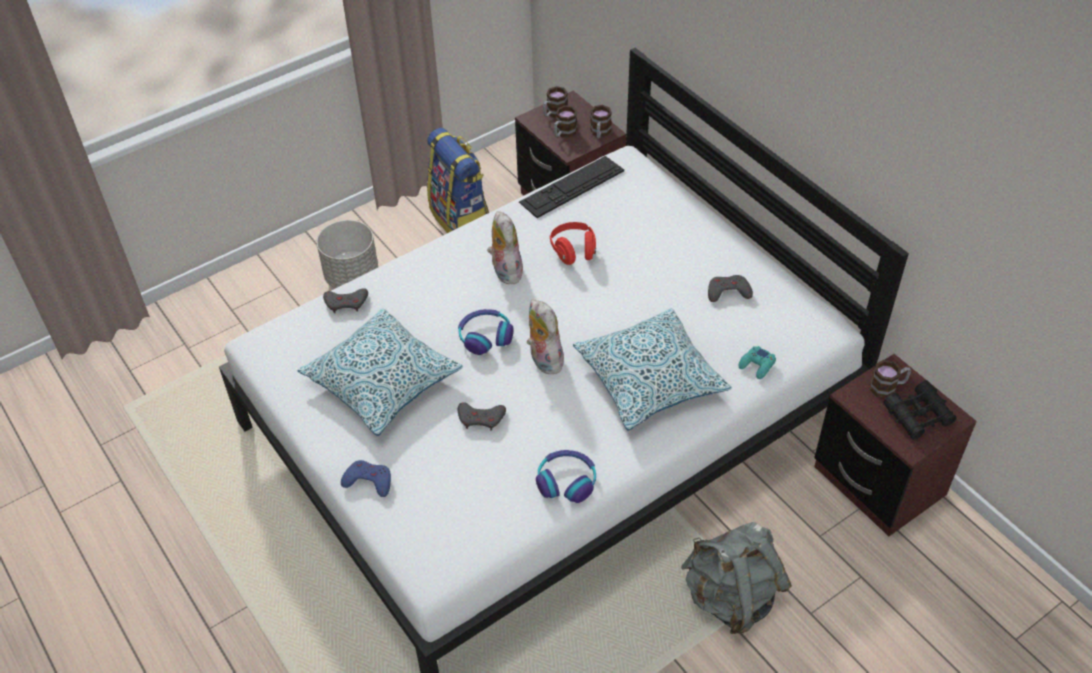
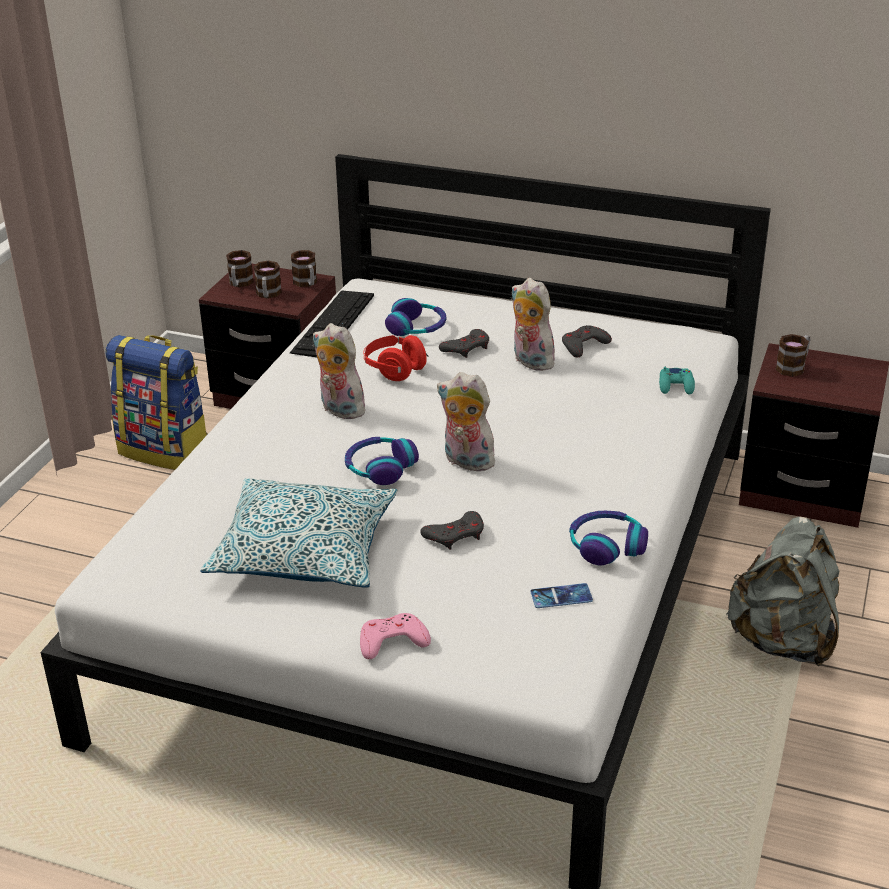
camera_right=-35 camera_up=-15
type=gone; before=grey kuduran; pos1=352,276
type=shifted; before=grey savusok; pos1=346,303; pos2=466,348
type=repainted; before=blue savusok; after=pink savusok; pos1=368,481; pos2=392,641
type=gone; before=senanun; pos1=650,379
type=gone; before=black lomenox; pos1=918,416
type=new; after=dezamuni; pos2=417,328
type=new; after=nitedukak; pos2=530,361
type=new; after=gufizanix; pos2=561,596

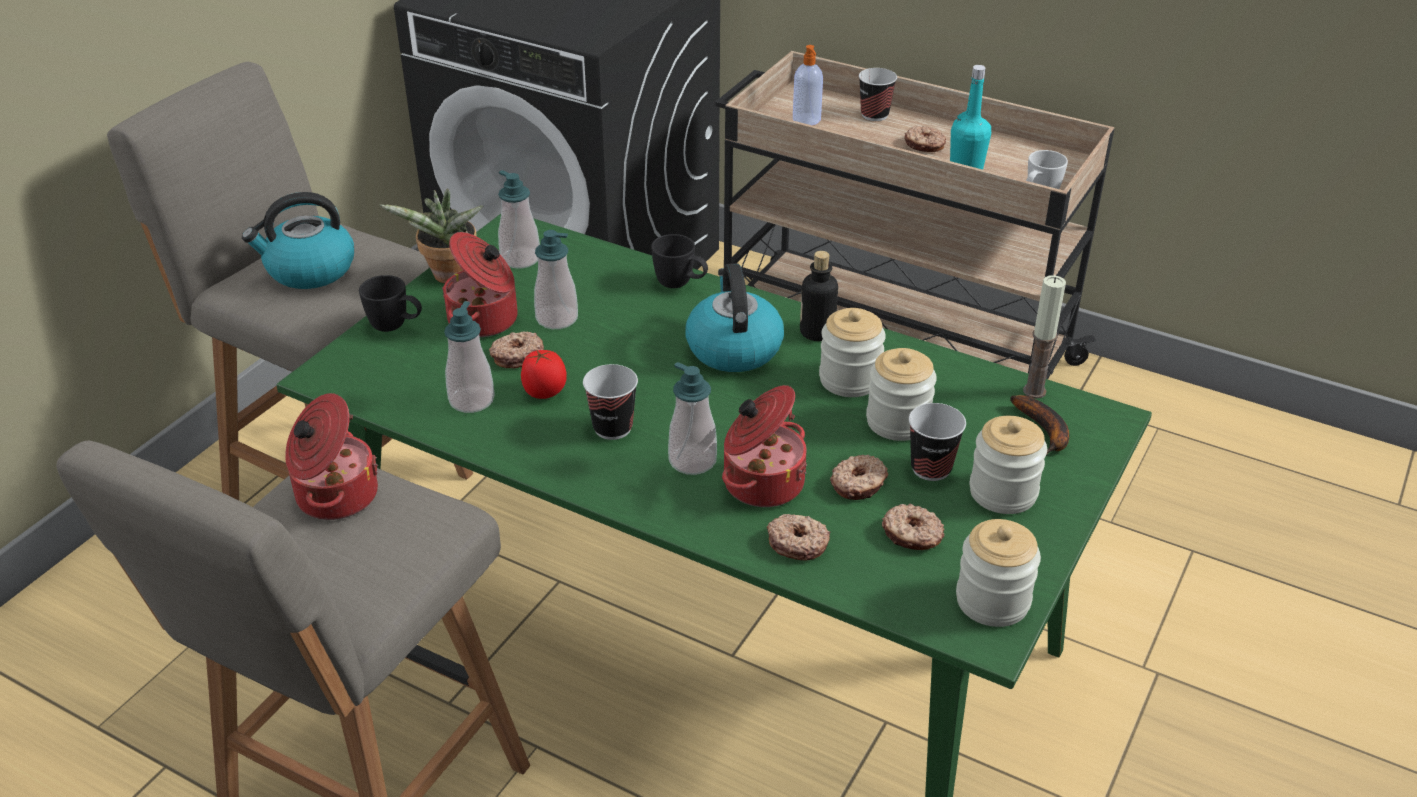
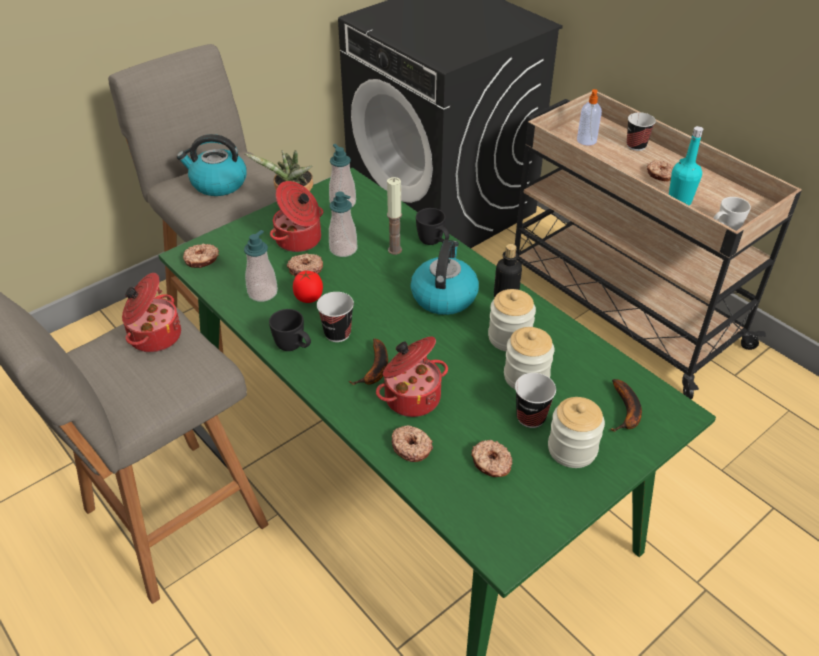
camera_right=20 camera_up=5
type=shifted; before=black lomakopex; pos1=396,327; pos2=294,348
type=swapped; before=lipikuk; after=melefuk; pos1=692,461; pos2=375,369
type=shifted; before=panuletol; pos1=859,484; pos2=202,260
type=gone; before=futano; pos1=992,601
type=shifted; before=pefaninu; pos1=1034,391; pos2=394,250

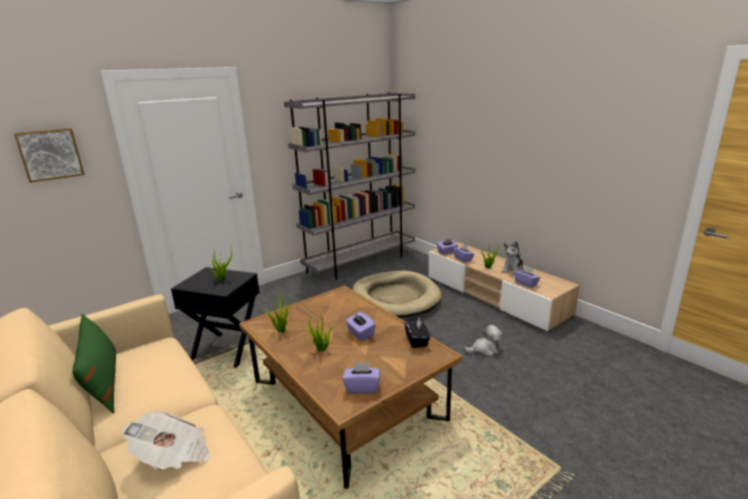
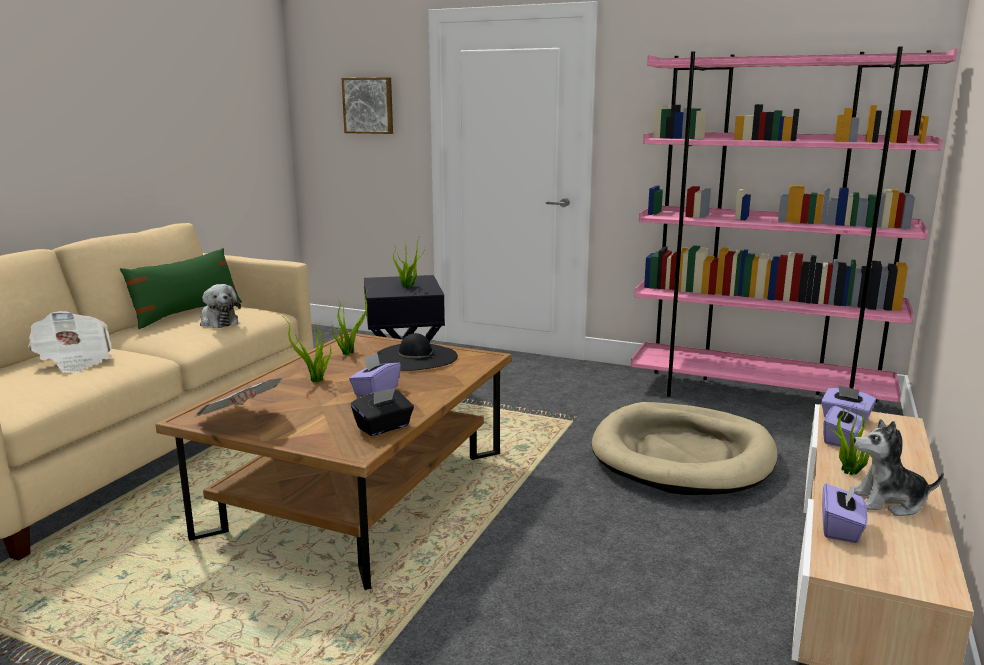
camera_right=60 camera_up=-5
type=repainted; before=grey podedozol; after=pink podedozol; pos1=361,262; pos2=757,397
type=swapped; before=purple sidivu; after=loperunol; pos1=362,387; pos2=240,419
type=shifted; before=nitedukak; pos1=484,349; pos2=218,322
type=new; after=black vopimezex; pos2=415,357

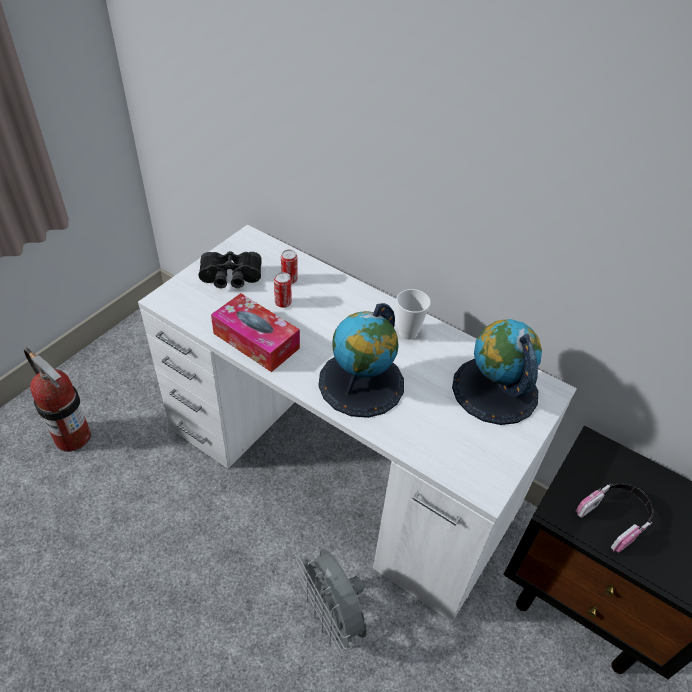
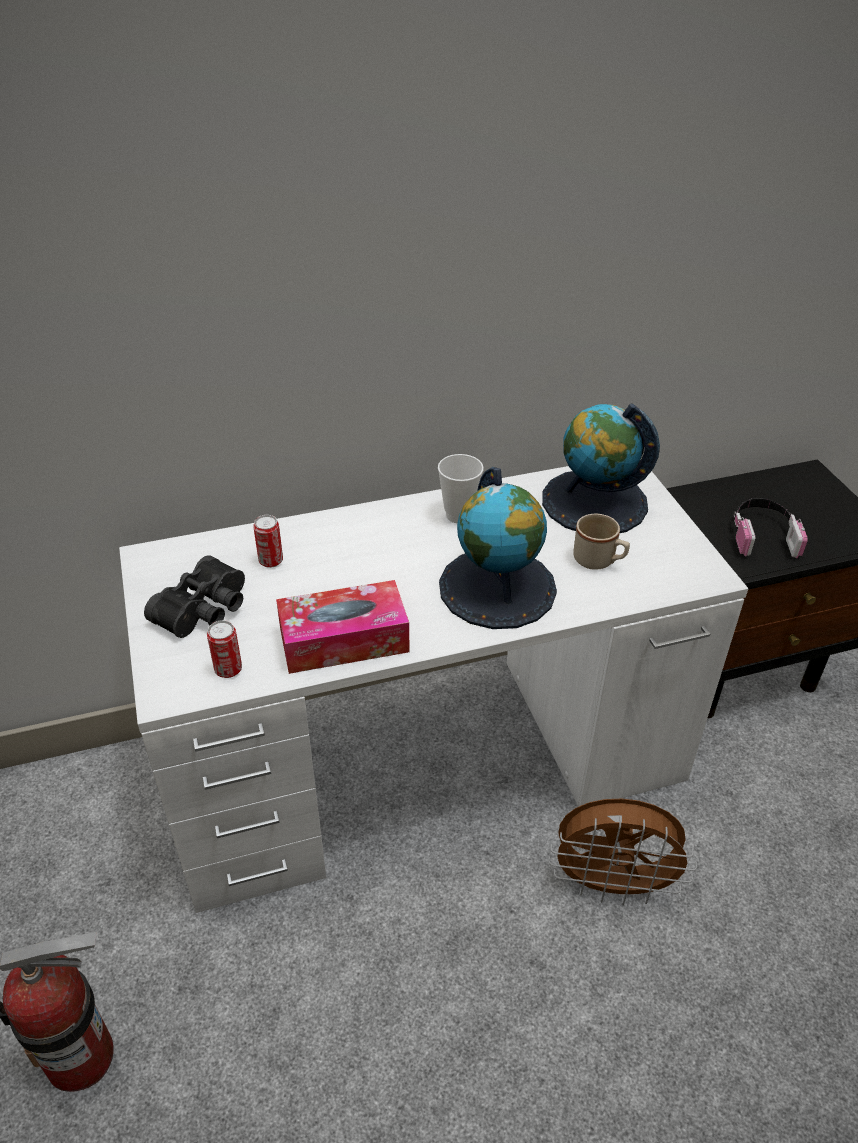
camera_right=-50 camera_up=-5
type=shifted; before=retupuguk; pos1=283,303; pos2=228,669
type=repainted; before=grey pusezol; after=brown pusezol; pos1=332,618; pos2=612,885
type=new; after=beige lomakopex; pos2=599,561

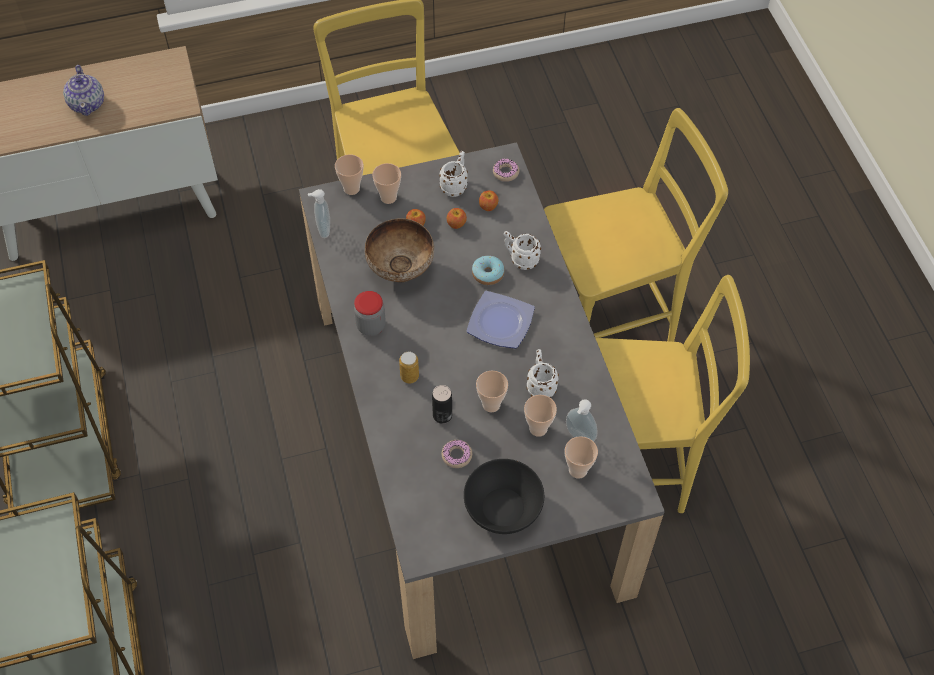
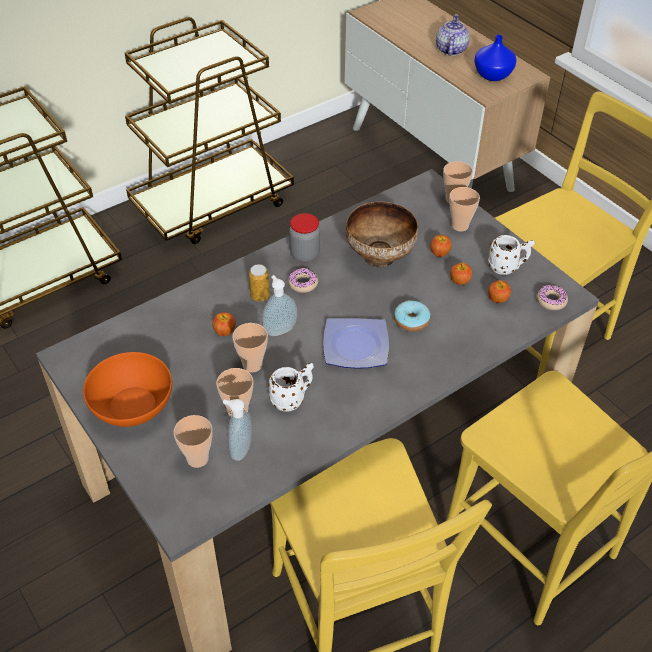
camera_right=70 camera_up=-10
type=rotated; before=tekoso; pos1=87,103; pos2=450,50; turn=135
type=shifted; before=lipikuk; pos1=322,230; pos2=279,329
type=swapped; before=retupuguk; after=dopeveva; pos1=442,415; pos2=225,331
type=shifted; before=panuletol; pos1=456,455; pos2=303,283
type=repainted; before=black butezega; after=orange butezega; pos1=503,507; pos2=133,405
type=gone; before=white lomakopex; pos1=520,259
type=new; after=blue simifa; pos2=493,75

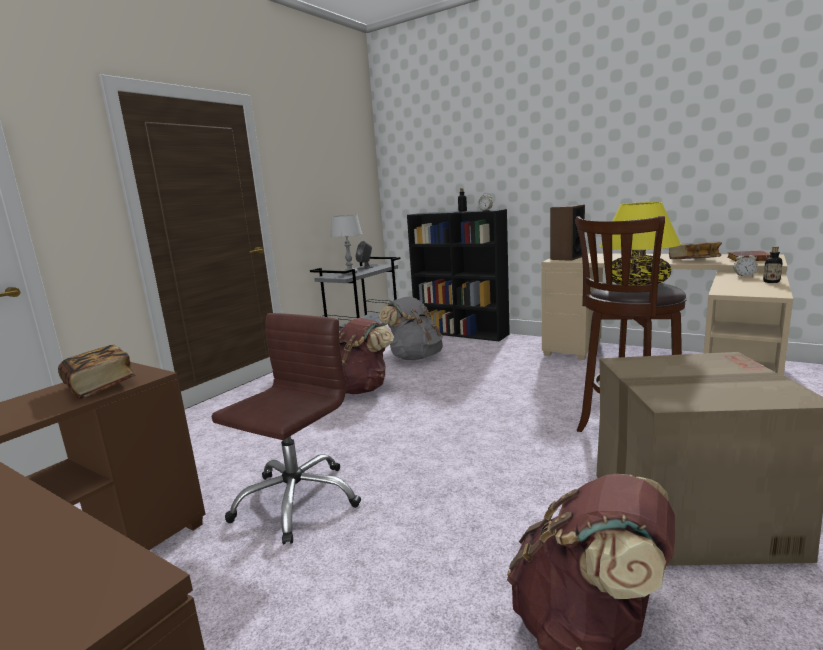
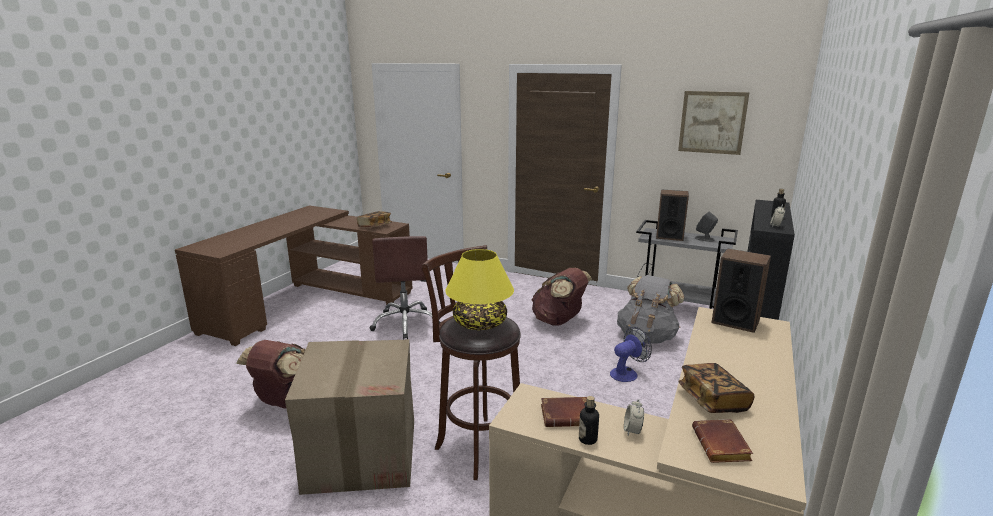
camera_right=80 camera_up=5
type=rotated; before=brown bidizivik; pos1=296,500; pos2=405,323; turn=60
type=swapped; before=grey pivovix; after=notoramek; pos1=350,273; pos2=669,236
type=new; after=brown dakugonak; pos2=567,415
type=new; after=pusezol; pos2=627,373
type=new; after=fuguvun; pos2=712,122

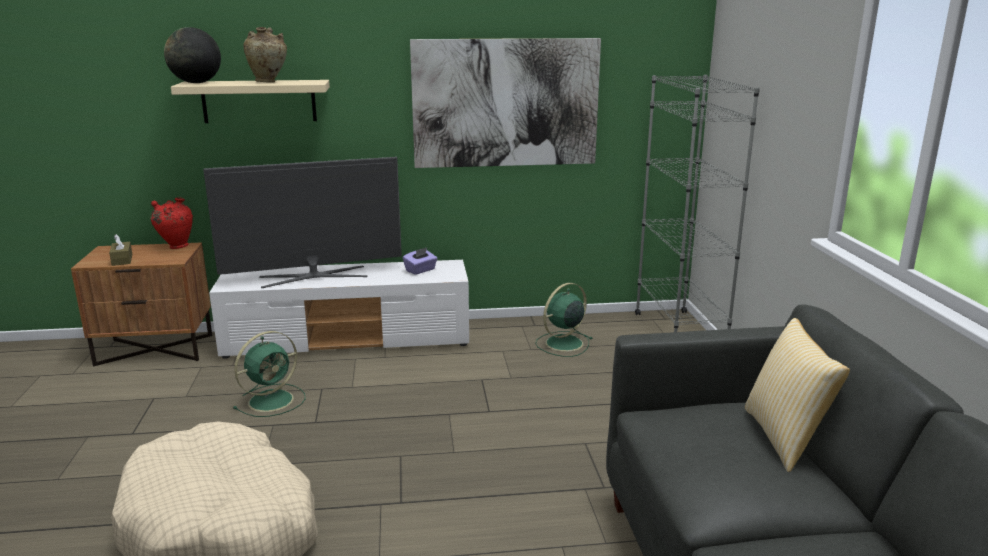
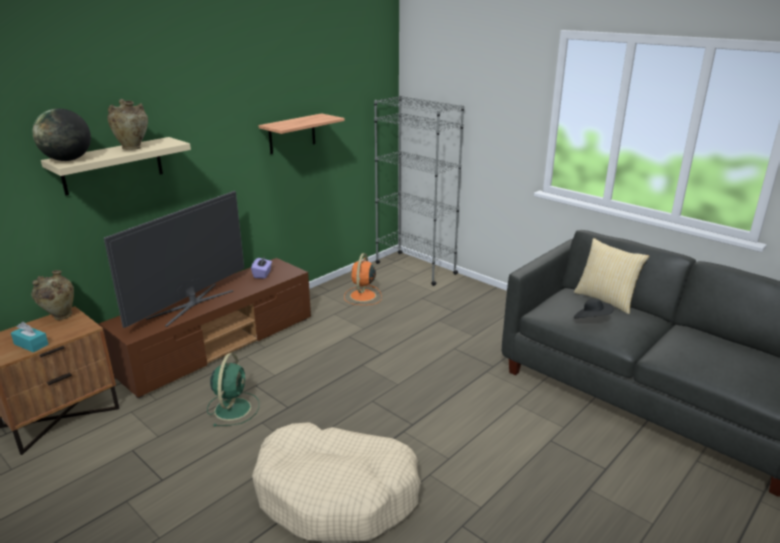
camera_right=-40 camera_up=5
type=repainted; before=brown sidivu; after=turquoise sidivu; pos1=122,260; pos2=31,344
type=repainted; before=red simifa; after=beige simifa; pos1=176,247; pos2=59,317
type=repainted; before=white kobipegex; after=brown kobipegex; pos1=350,339; pos2=219,345
type=swapped; before=fuguvun; after=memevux; pos1=505,103; pos2=292,134
type=repainted; before=green pusezol; after=orange pusezol; pos1=562,344; pos2=362,296
type=new; after=black vopimezex; pos2=591,320

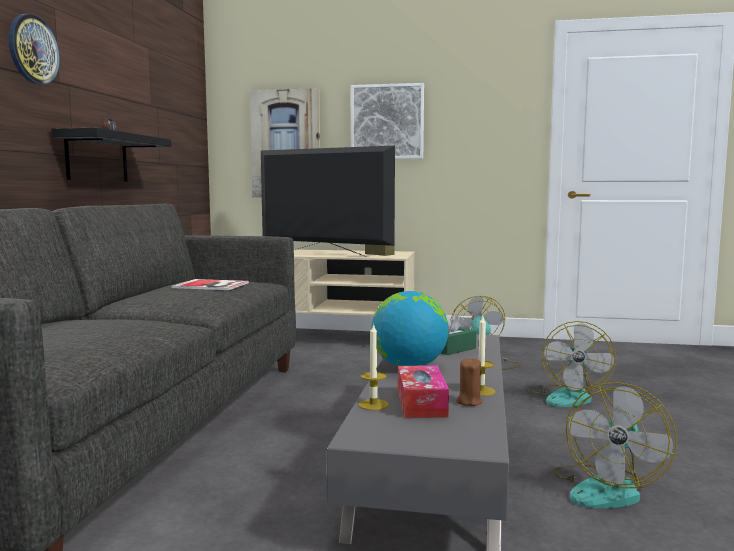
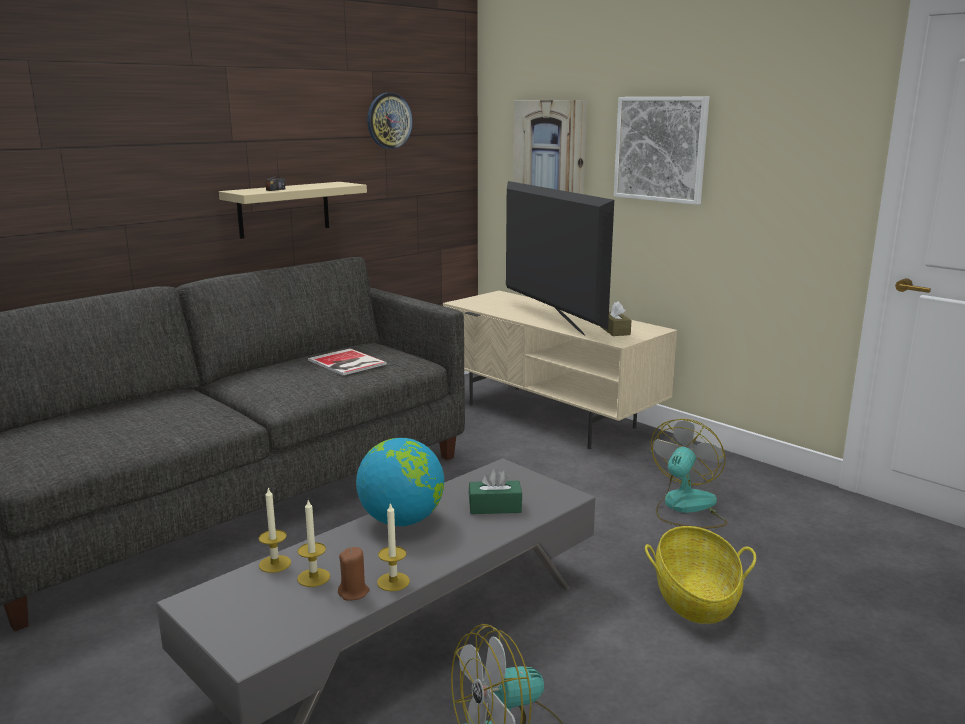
camera_right=35 camera_up=10
type=shifted; before=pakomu; pos1=33,49; pos2=389,121
type=repainted; before=black memevux; after=beige memevux; pos1=97,157; pos2=284,209
type=swapped; before=sidivu; after=pefaninu; pos1=421,403; pos2=313,577
type=swapped; before=pusezol; after=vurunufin; pos1=568,396; pos2=695,598

